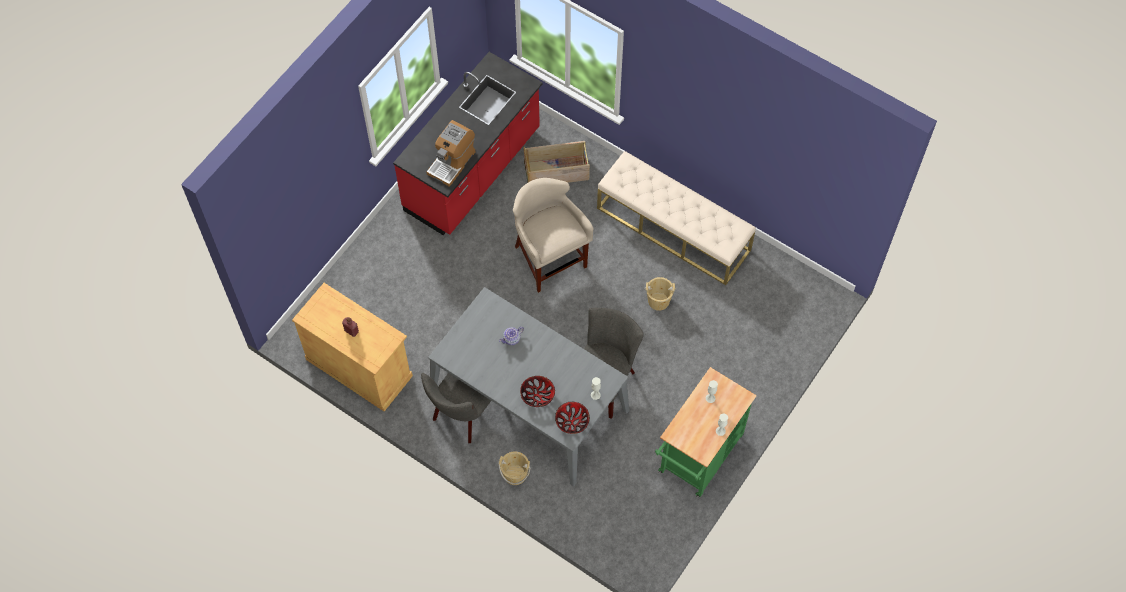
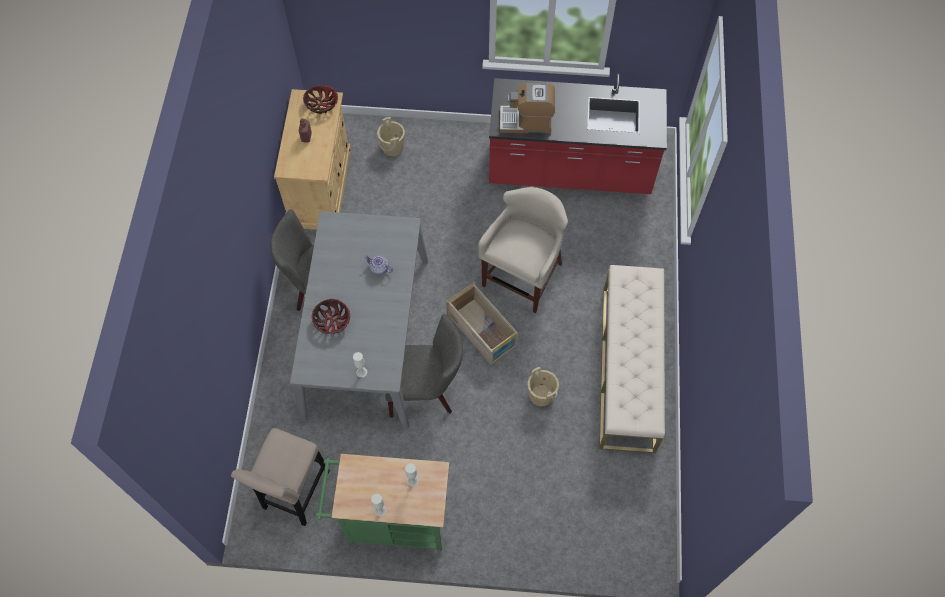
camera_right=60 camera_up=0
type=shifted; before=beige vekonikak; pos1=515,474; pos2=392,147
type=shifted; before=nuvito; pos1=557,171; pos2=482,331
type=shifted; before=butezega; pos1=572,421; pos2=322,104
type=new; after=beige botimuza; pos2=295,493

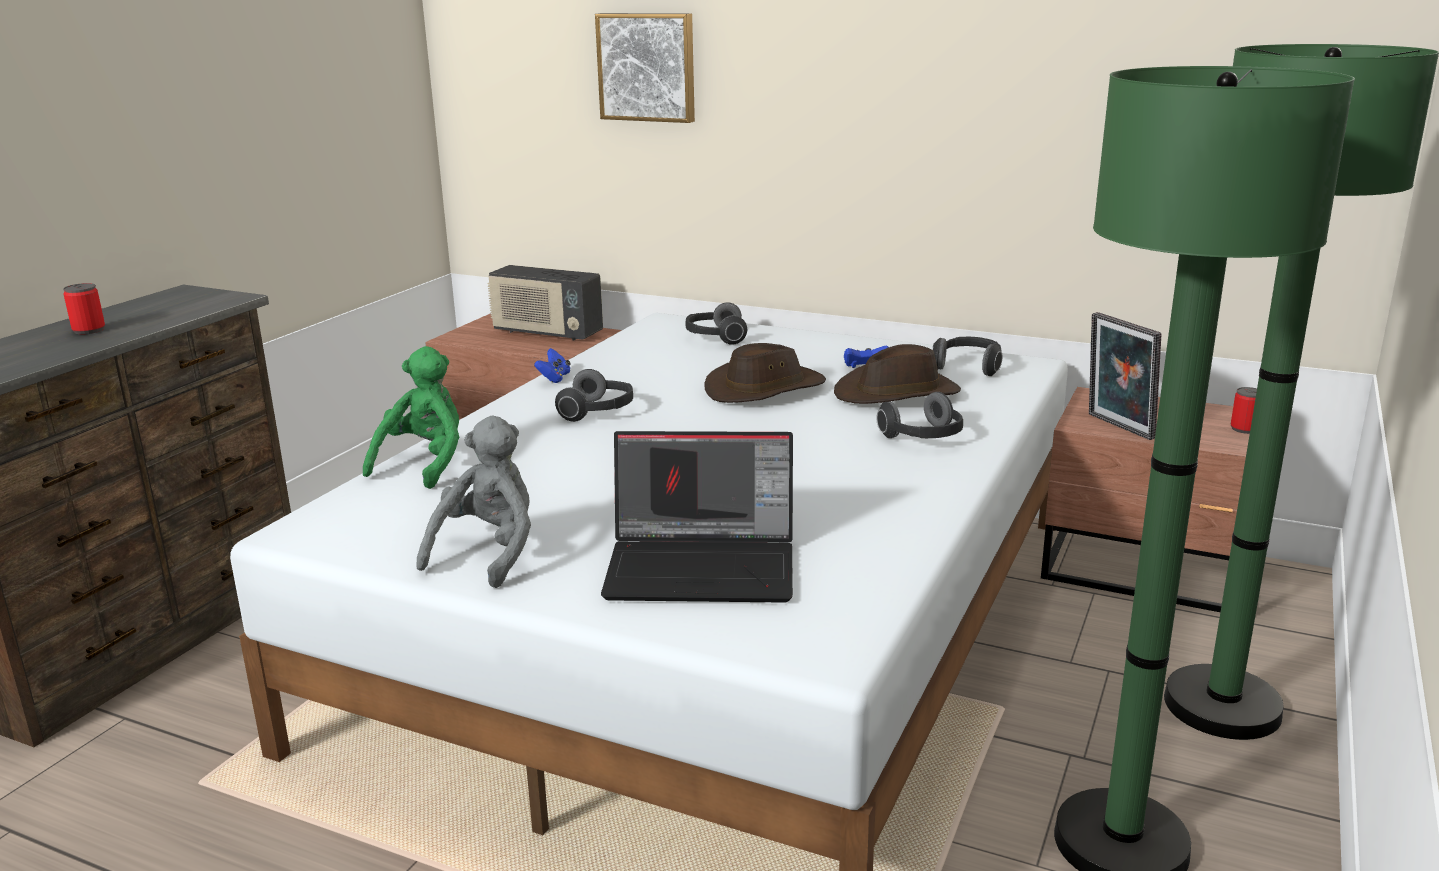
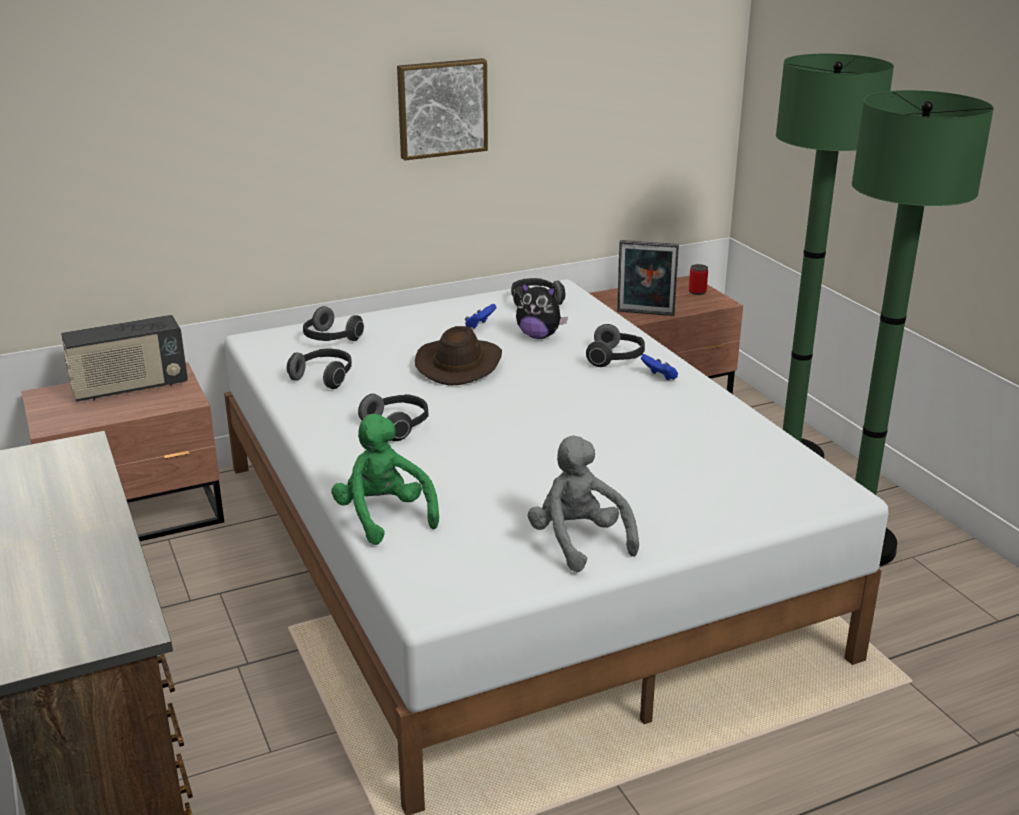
camera_right=-50 camera_up=5
type=gone; before=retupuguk; pos1=89,330
type=shifted; before=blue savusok; pos1=554,378; pos2=660,377
type=shifted; before=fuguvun; pos1=647,67; pos2=441,108
type=gone; before=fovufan; pos1=704,566
type=swapped; before=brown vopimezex; after=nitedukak; pos1=897,393; pos2=539,336
type=new; after=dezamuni; pos2=324,377

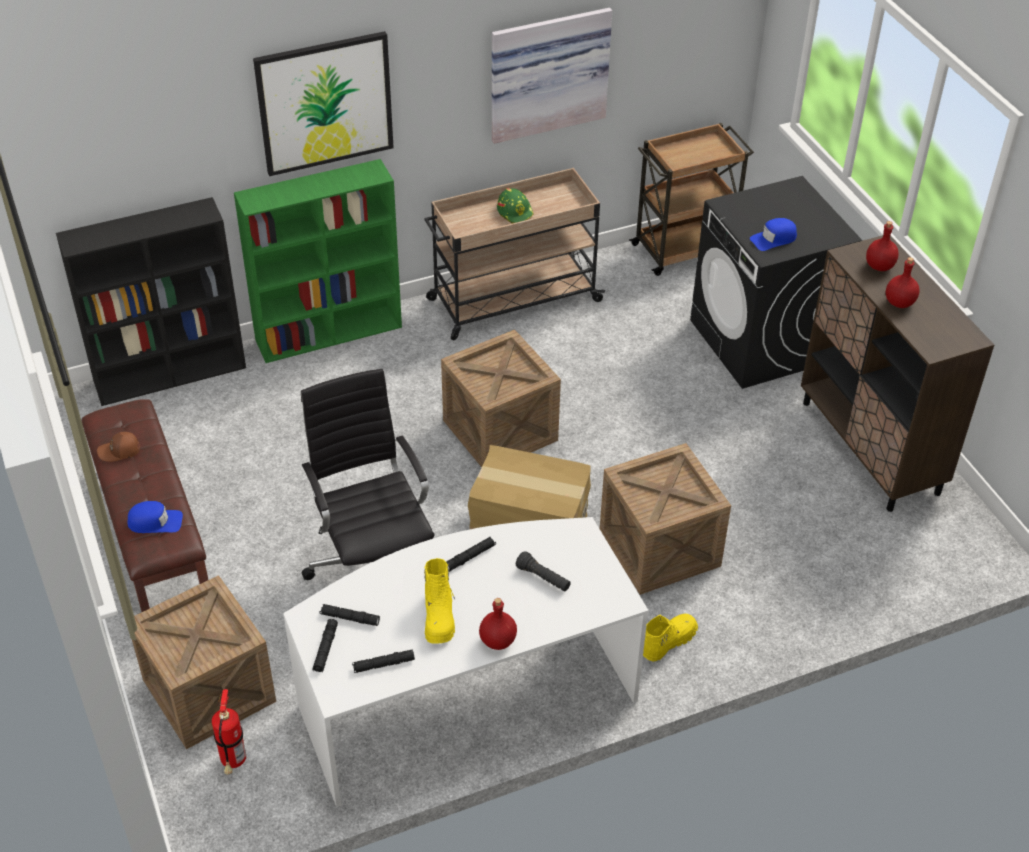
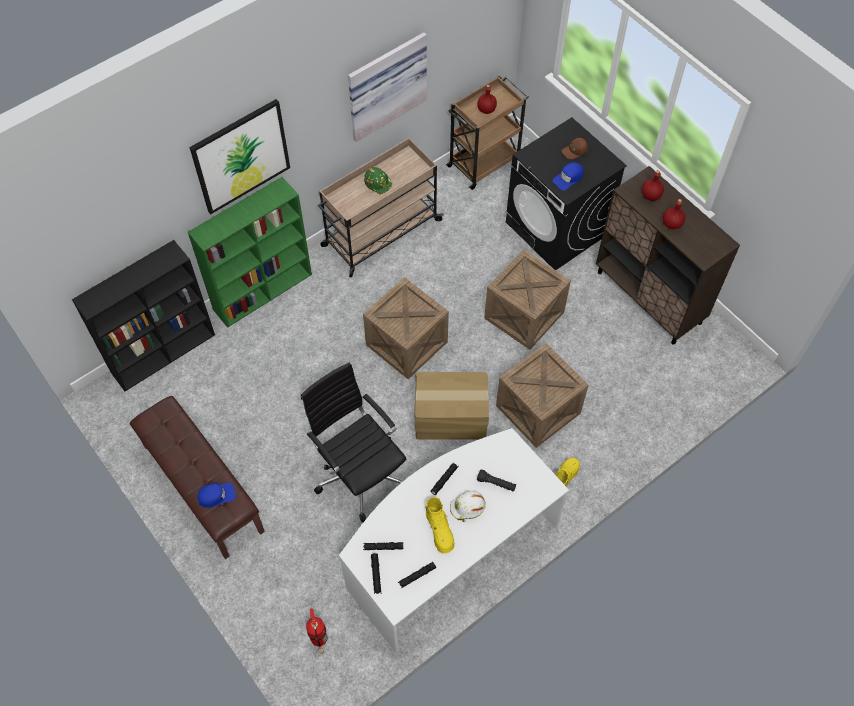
camera_right=-15 camera_up=15
type=shifted; before=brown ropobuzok; pos1=119,451; pos2=575,151
type=shifted; before=nuvito; pos1=209,690; pos2=524,315
type=shifted; before=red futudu; pos1=497,640; pos2=486,109
type=new; after=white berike; pos2=467,508

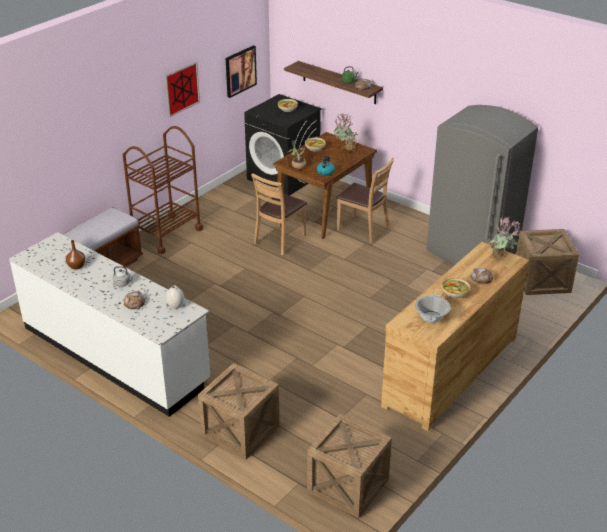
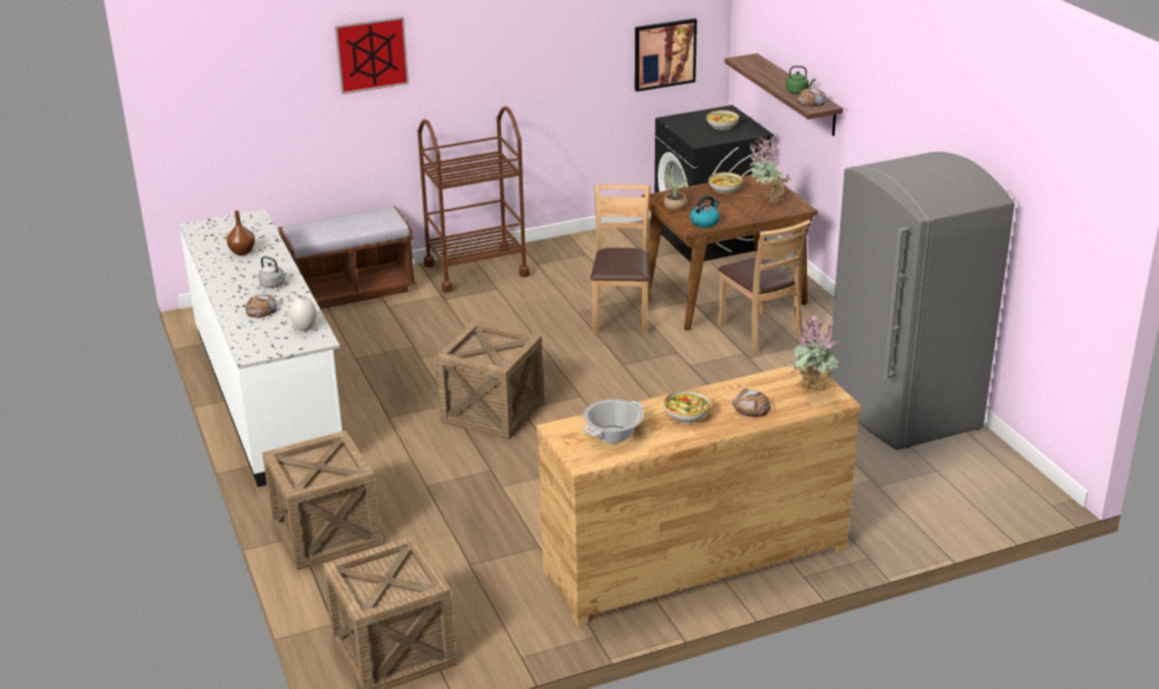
camera_right=30 camera_up=-5
type=shifted; before=fuguvun; pos1=181,89; pos2=372,54
type=rotated; before=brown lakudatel; pos1=280,240; pos2=621,316; turn=120
type=shifted; before=nuvito; pos1=542,280; pos2=492,411

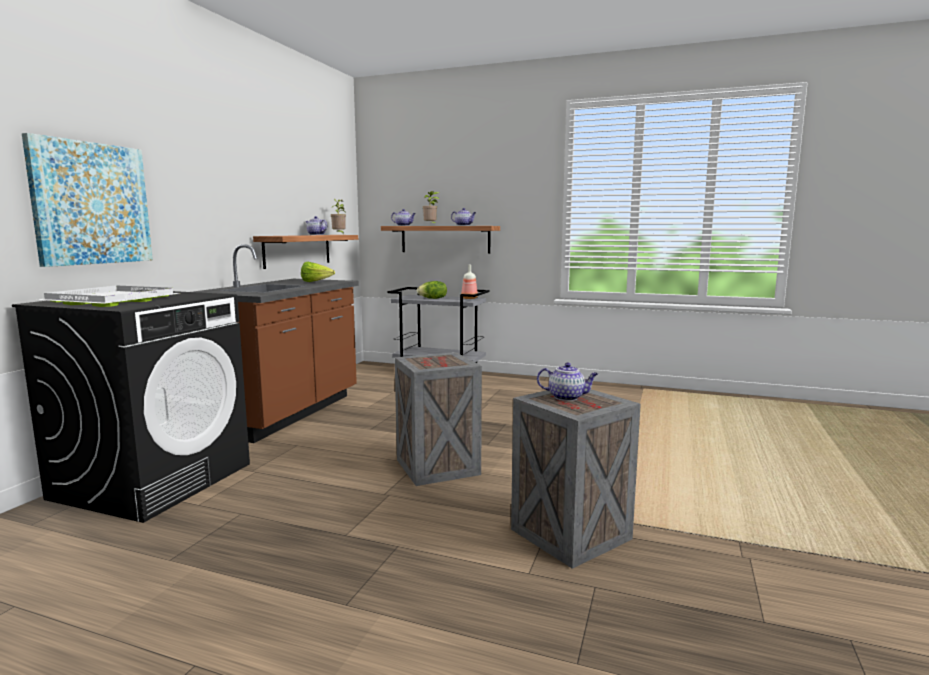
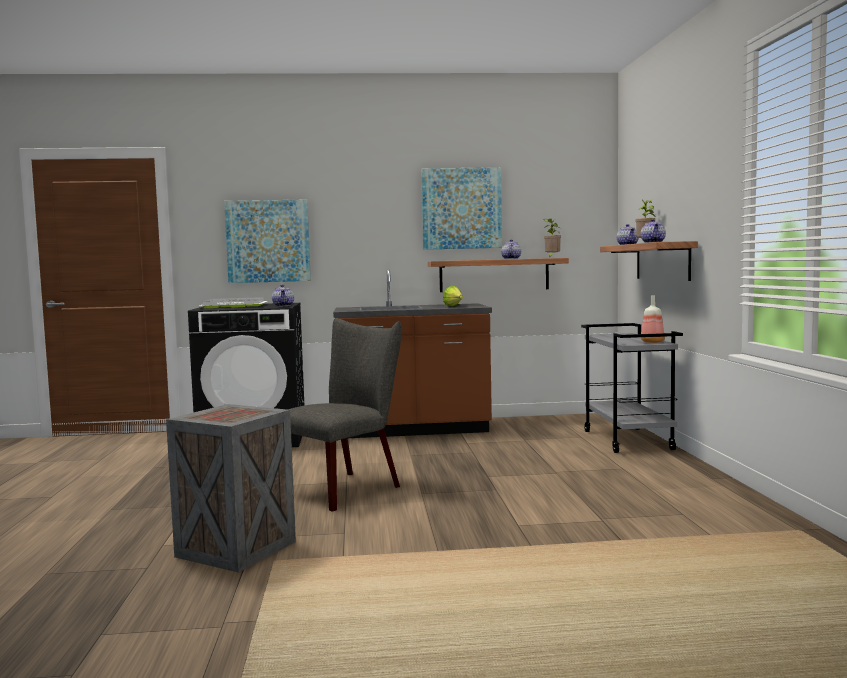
camera_right=65 camera_up=-5
type=swapped; before=nuvito; after=grey lakudatel; pos1=438,466; pos2=346,488
type=gone; before=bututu; pos1=433,298
type=shifted; before=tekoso; pos1=567,397; pos2=283,306
type=new; after=fuguvun; pos2=461,208

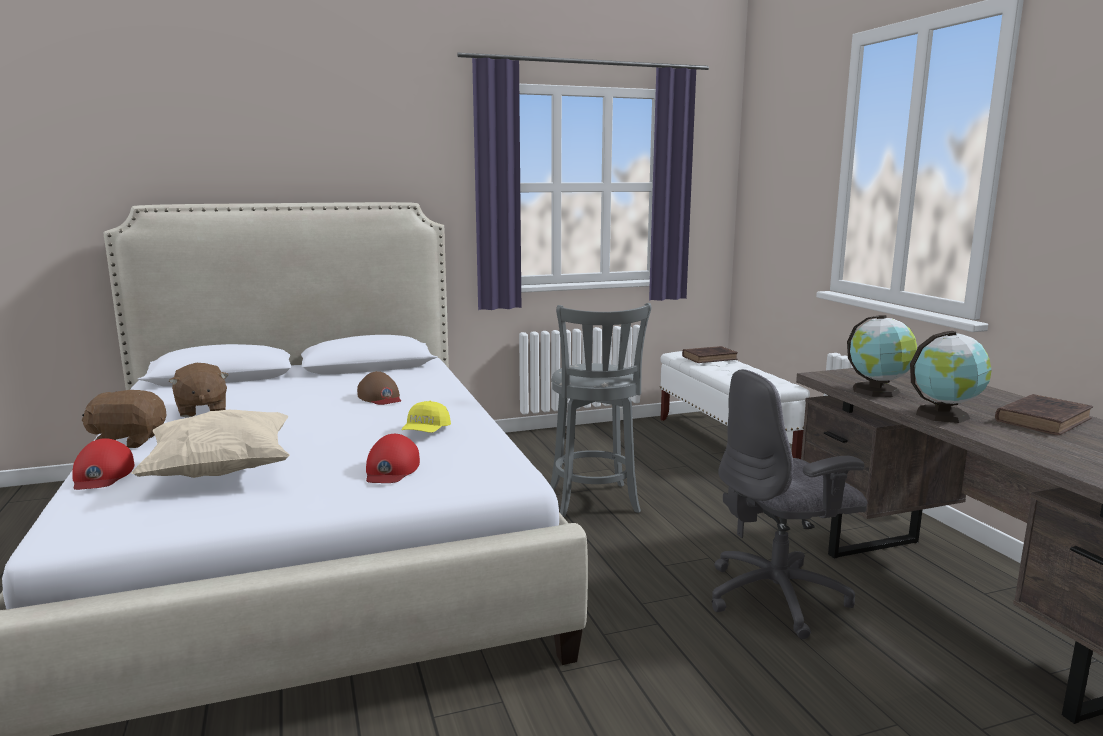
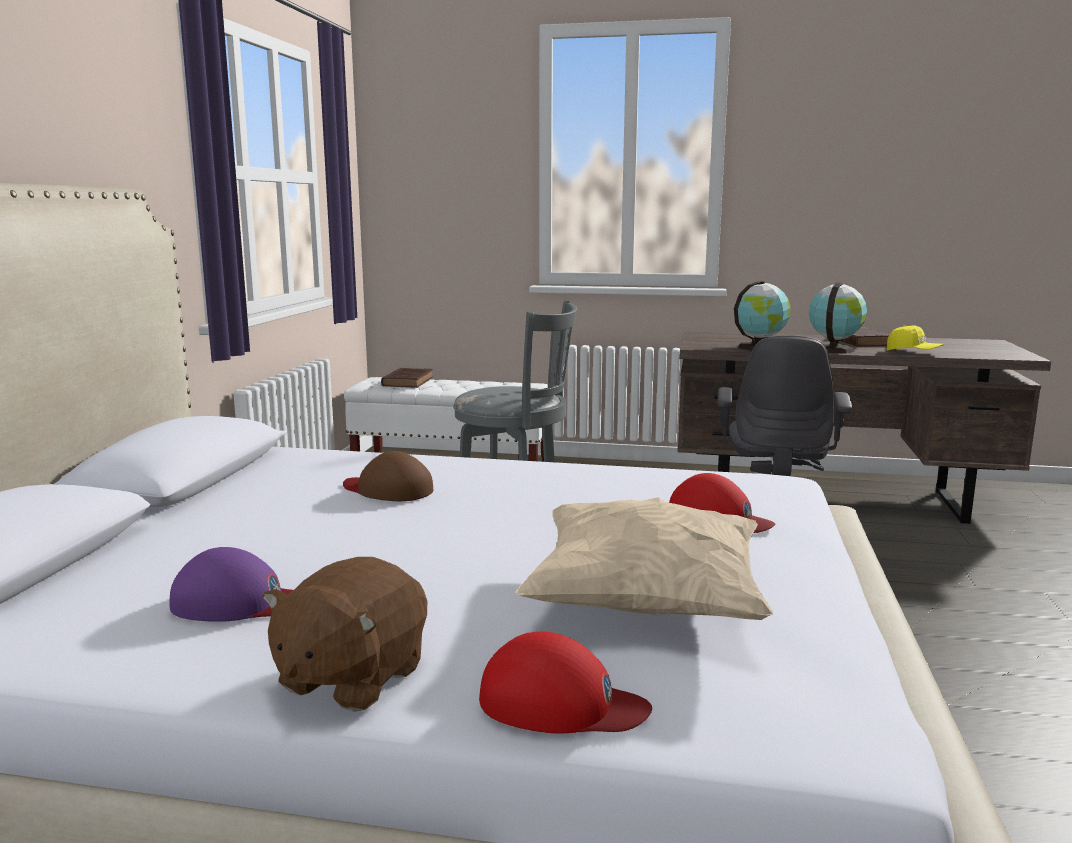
camera_right=-60 camera_up=0
type=swapped; before=brown nitedukak; after=purple ropobuzok; pos1=201,410; pos2=238,602
type=rotated; before=brown ropobuzok; pos1=380,397; pos2=388,489; turn=-150
type=shifted; before=yellow ropobuzok; pos1=426,432; pos2=913,352

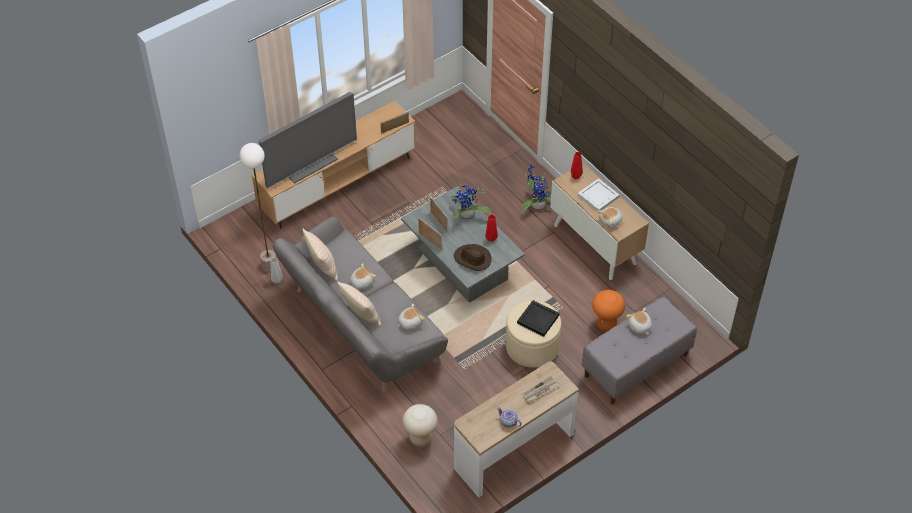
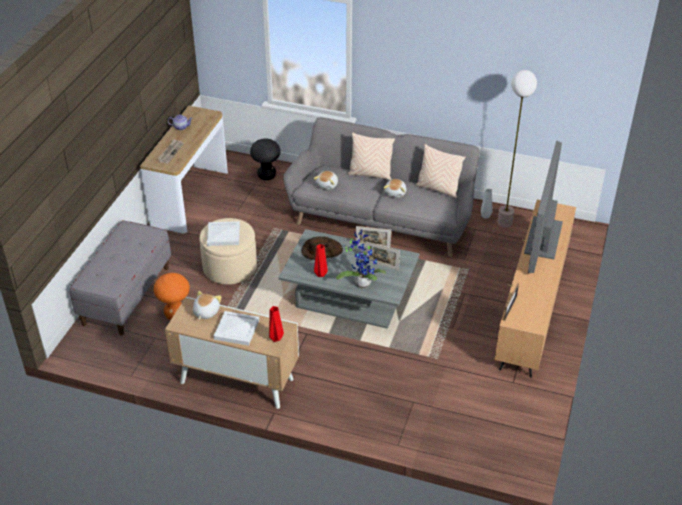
camera_right=145 camera_up=-10
type=repainted; before=beige botimuza; after=black botimuza; pos1=420,439; pos2=266,176
type=repainted; before=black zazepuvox; after=white zazepuvox; pos1=537,319; pos2=224,235
type=gone; before=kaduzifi; pos1=536,205
type=gone; before=nitedukak; pos1=639,327

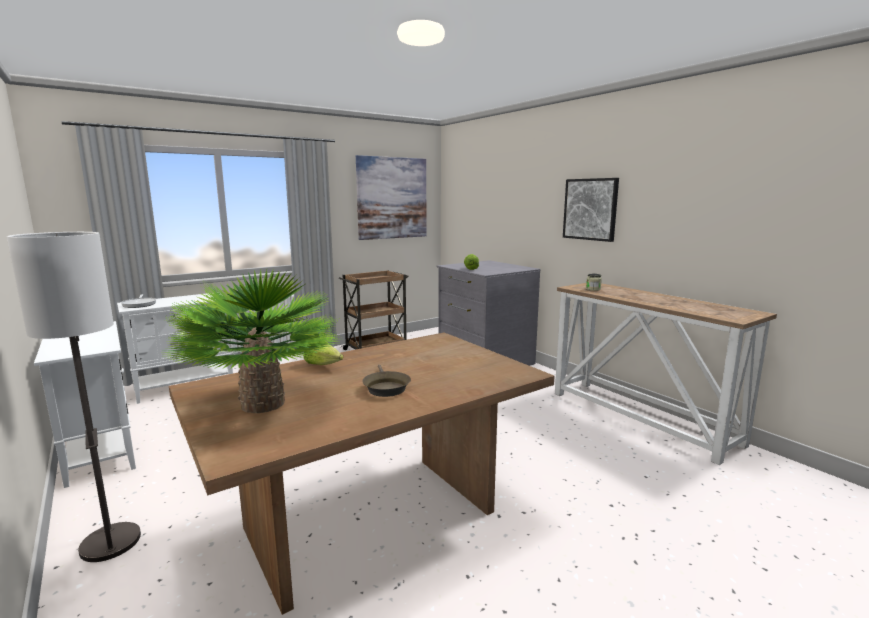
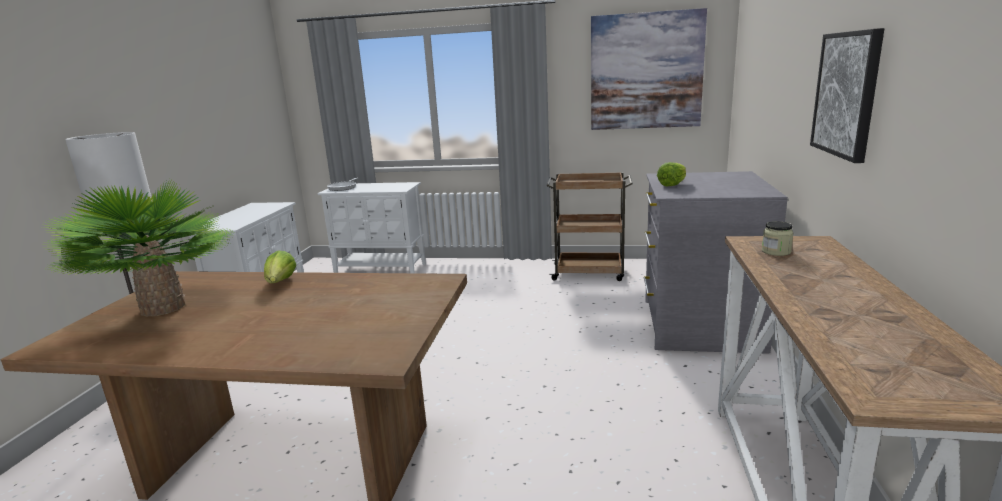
camera_right=45 camera_up=5
type=gone; before=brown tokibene; pos1=385,387

